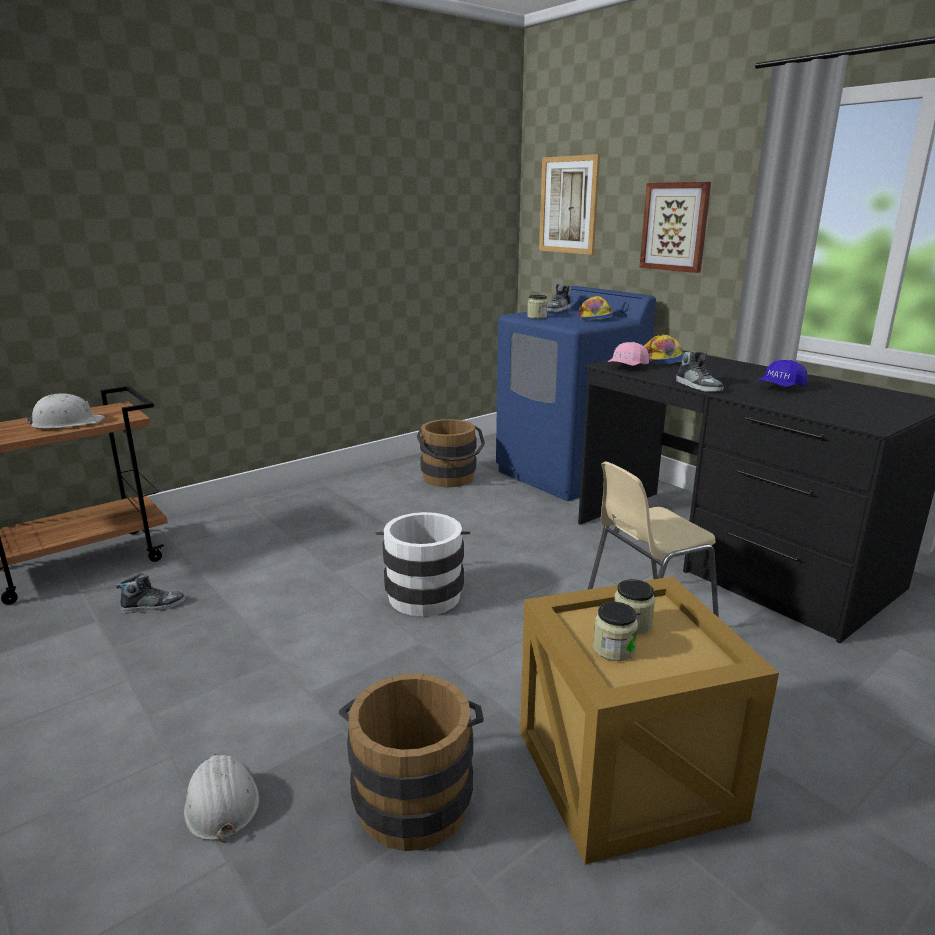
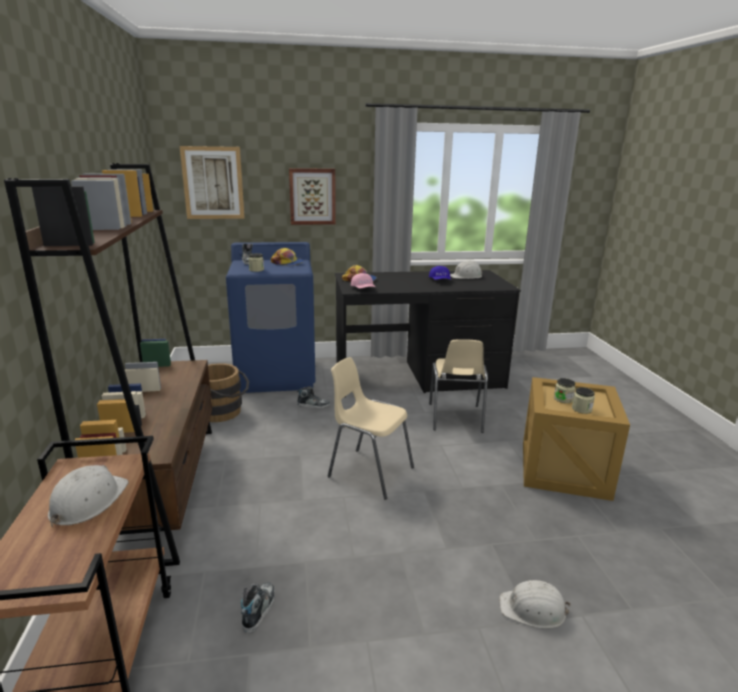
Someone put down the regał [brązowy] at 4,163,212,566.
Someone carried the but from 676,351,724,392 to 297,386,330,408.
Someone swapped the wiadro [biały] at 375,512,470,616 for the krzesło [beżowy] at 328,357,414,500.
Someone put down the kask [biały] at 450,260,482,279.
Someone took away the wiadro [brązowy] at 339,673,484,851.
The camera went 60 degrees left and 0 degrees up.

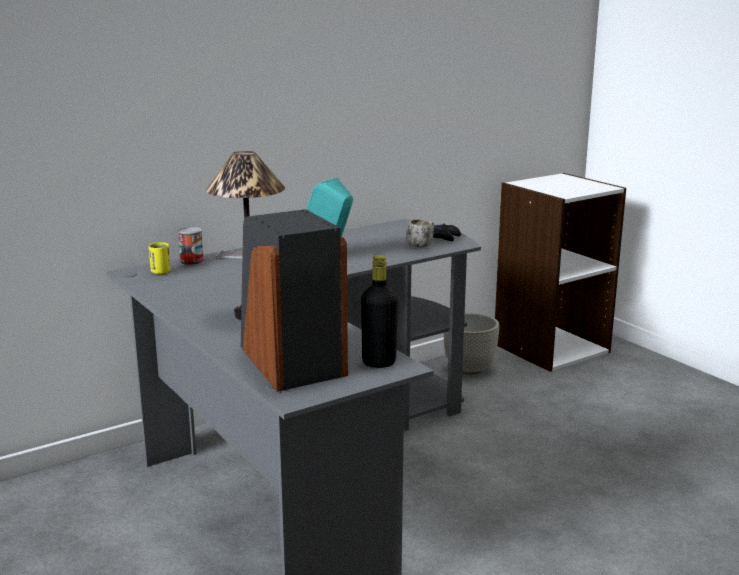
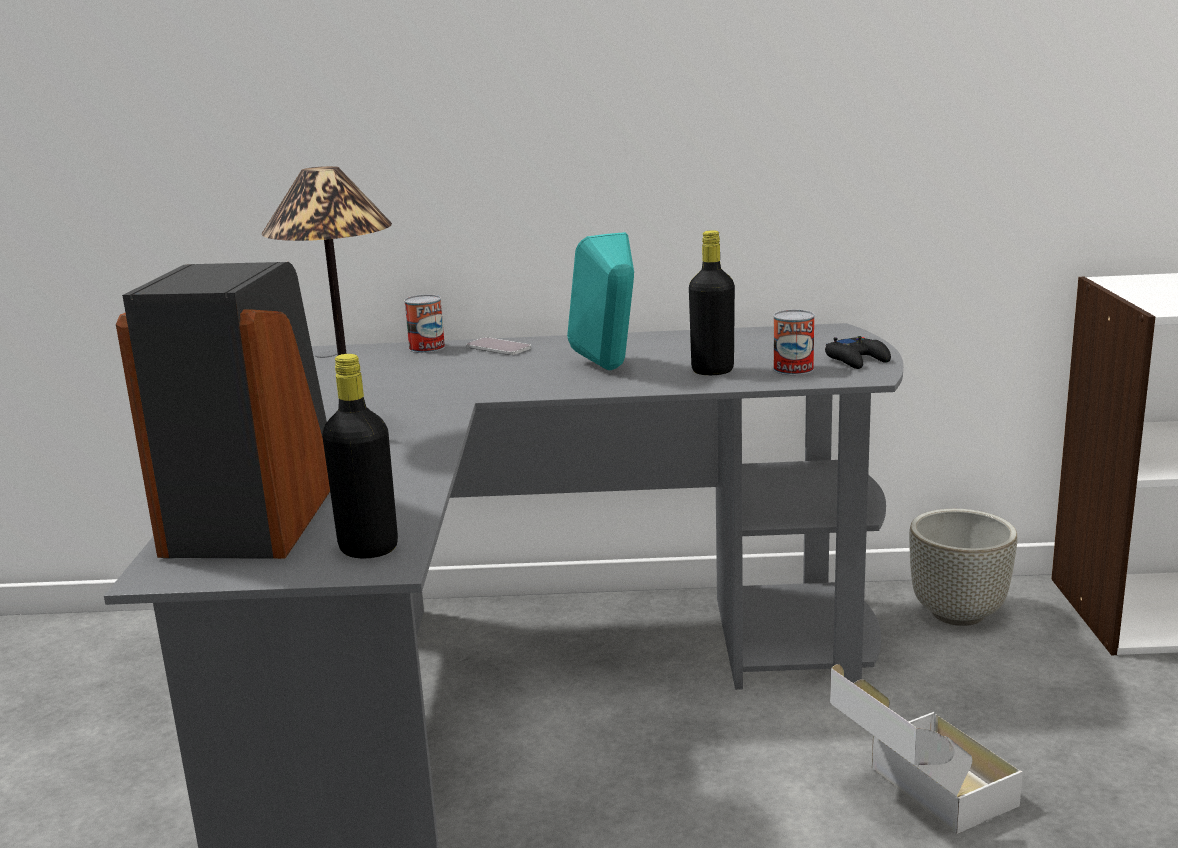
Someone put down the butelka [czarny] at 689,230,735,375.
Someone swapped the kubek [biały] at 406,219,435,248 for the puszka at 773,310,815,375.
Someone put down the karton at 830,664,1023,834.
Someone took away the filiżanka [żółty] at 149,242,171,275.
The camera went 35 degrees right and 0 degrees up.

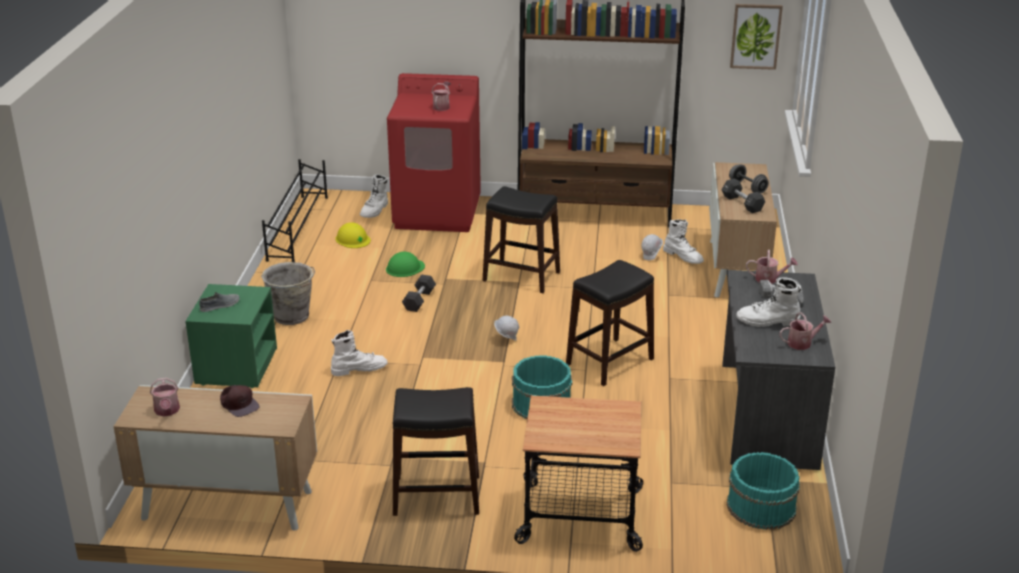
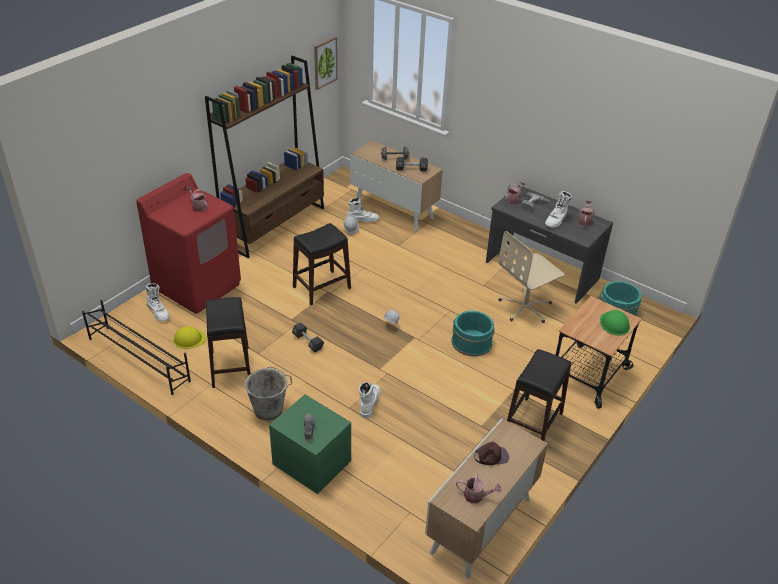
Someone carried the stołek [czarny] from 566,260,654,386 to 206,297,251,388.
Someone put down the krzesło biurowe [beżowy] at 498,231,565,323.
Someone carried the kask [zielony] from 386,252,425,277 to 600,310,630,336.
The camera went 60 degrees left and 10 degrees up.

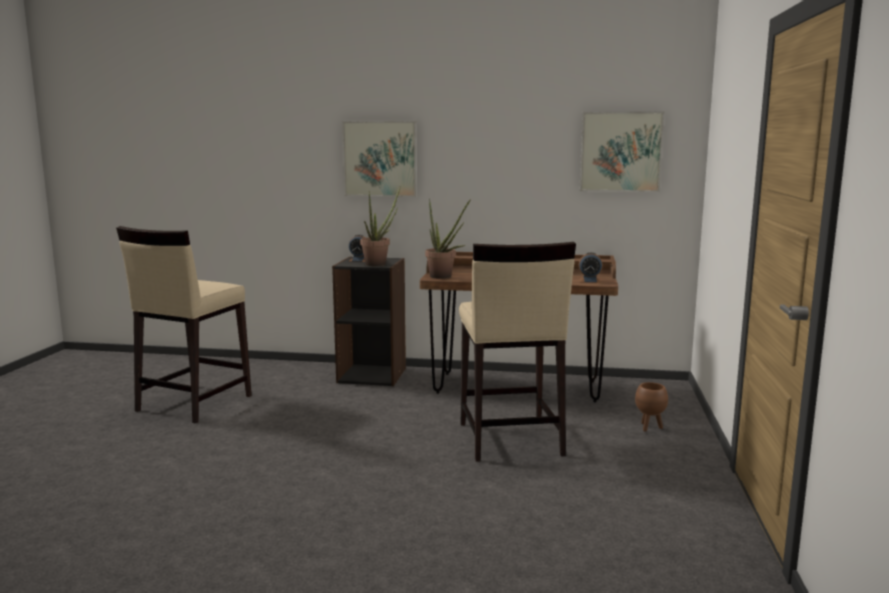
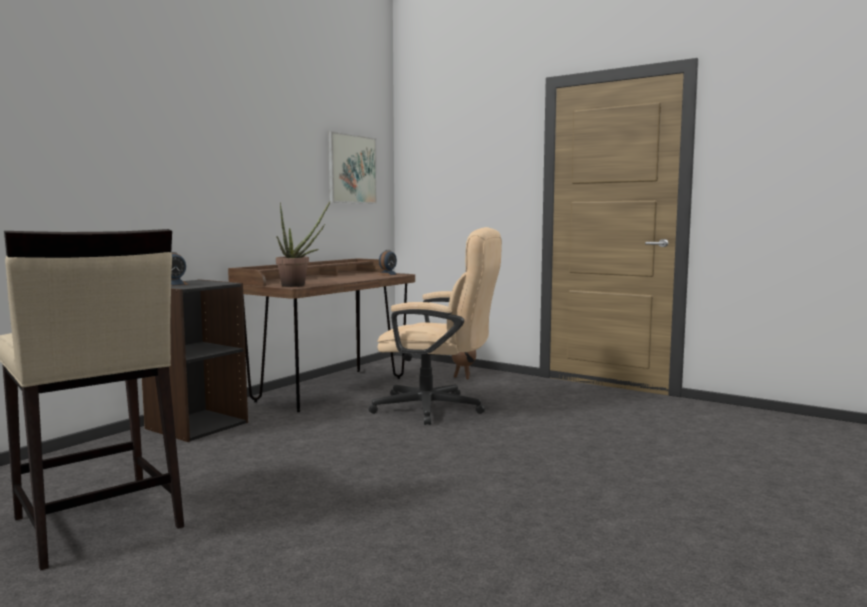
Someone swapped the stołek [beżowy] at 459,242,576,462 for the krzesło biurowe [beżowy] at 368,227,502,425.
Someone took away the obraz at 342,121,417,197.
Someone took away the roślina doniczkowa at 360,187,400,266.
The camera went 65 degrees left and 5 degrees down.

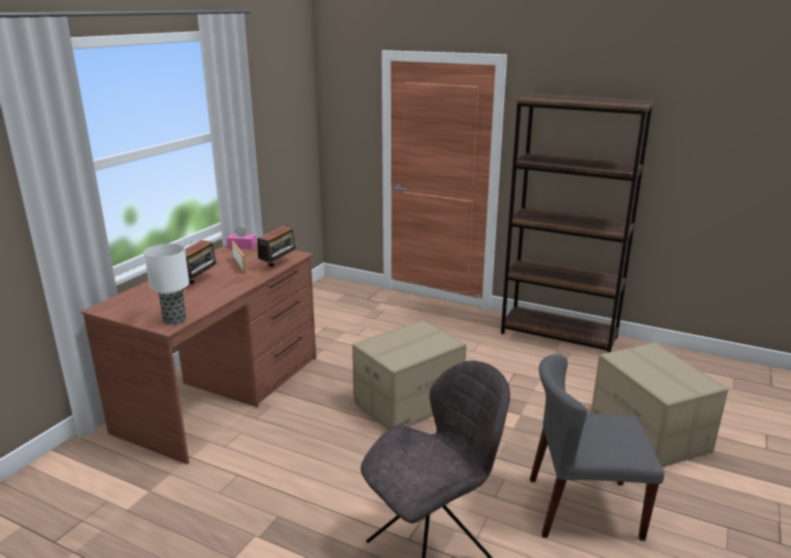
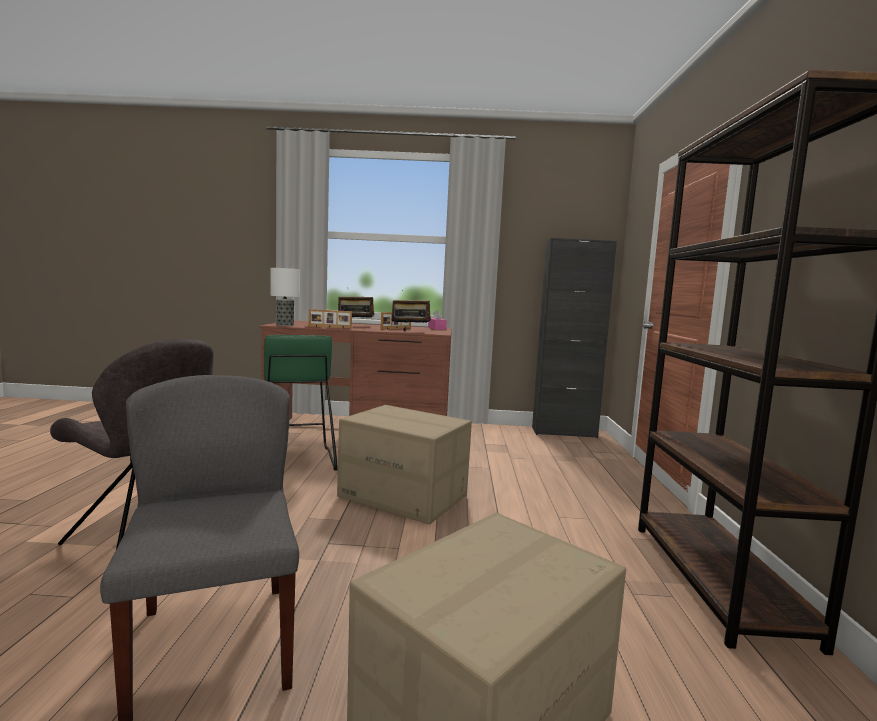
Someone put down the stołek [zielony] at 264,335,337,471.
Someone put down the ramka na zdjęcie at 308,309,352,329.
Someone put down the szafka [czarny] at 532,238,617,438.
The camera went 65 degrees right and 15 degrees down.

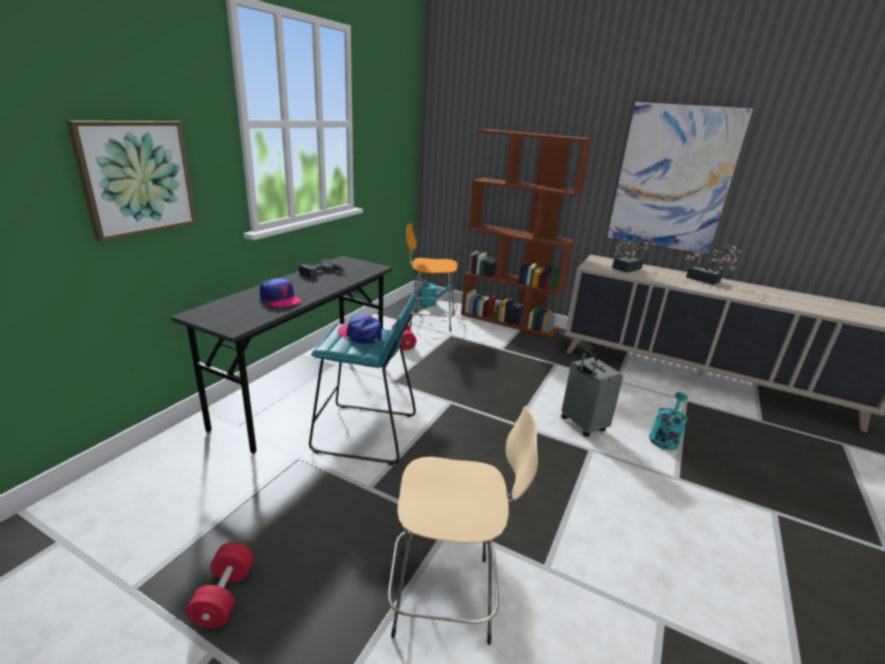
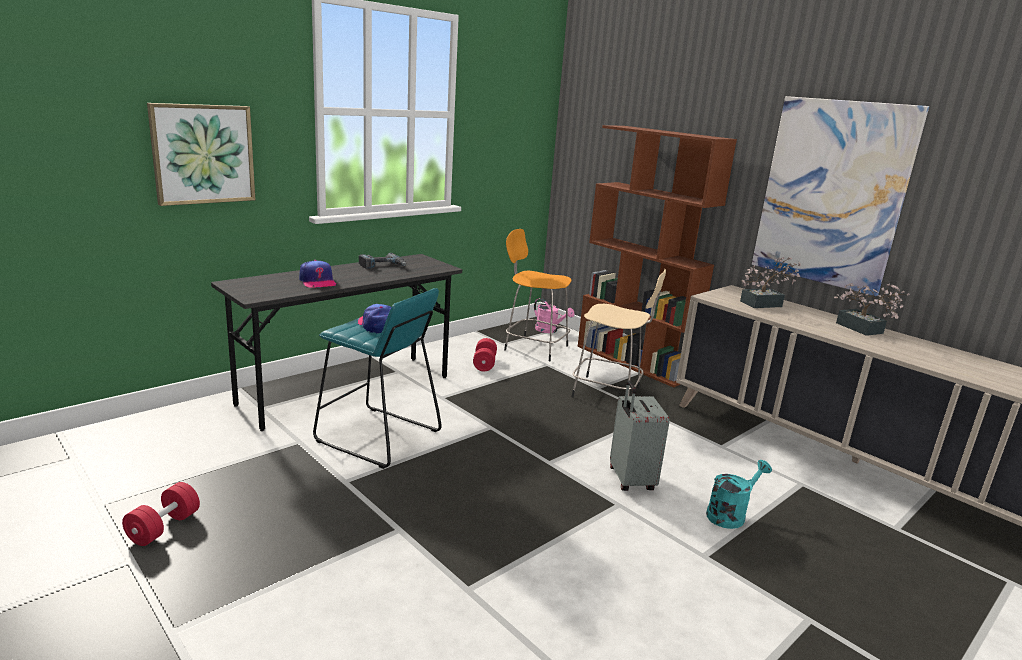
Someone repainted the konewka [turkusowy] at 415,279,452,307, which became the konewka [różowy] at 534,298,574,333.
Someone carried the stołek [beżowy] from 388,406,538,645 to 571,269,666,397.
The camera went 20 degrees right and 5 degrees down.

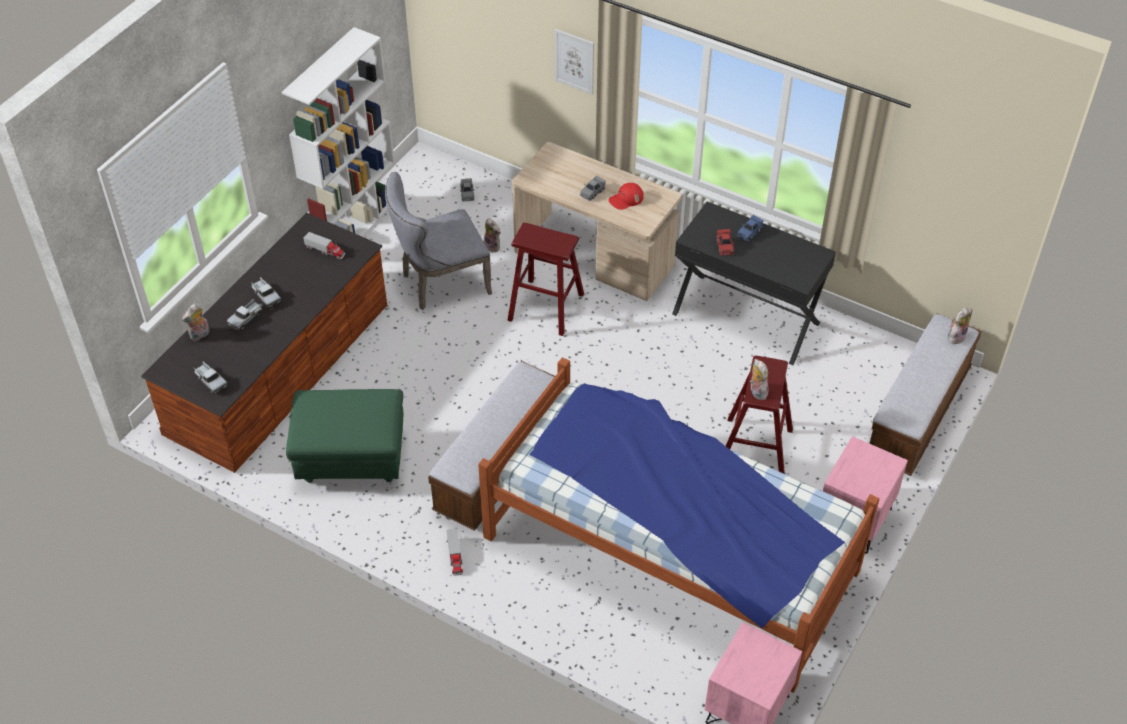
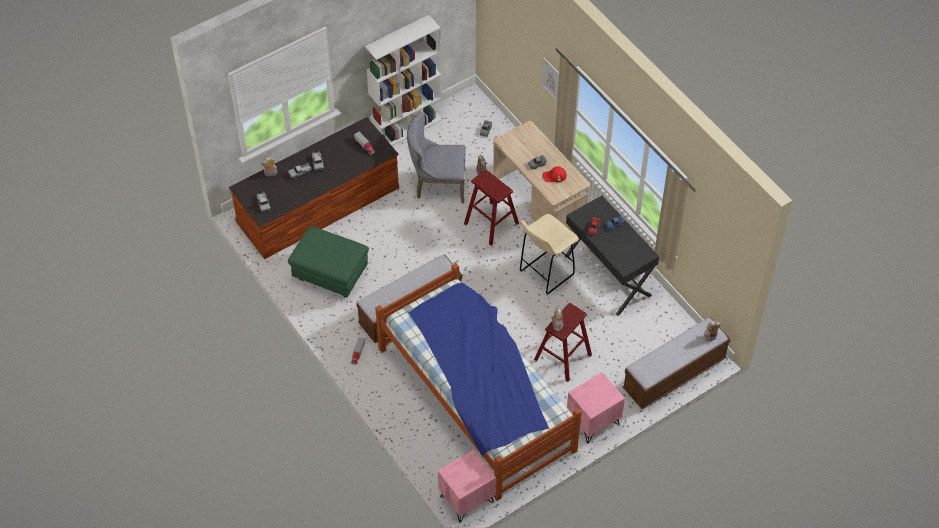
Someone put down the stołek [beżowy] at 520,214,579,295.
The camera went 25 degrees right and 5 degrees up.

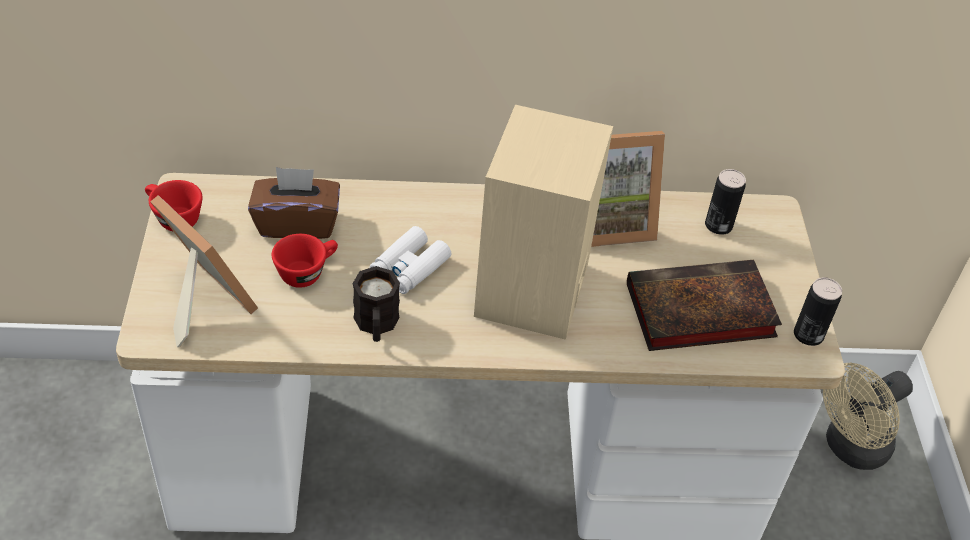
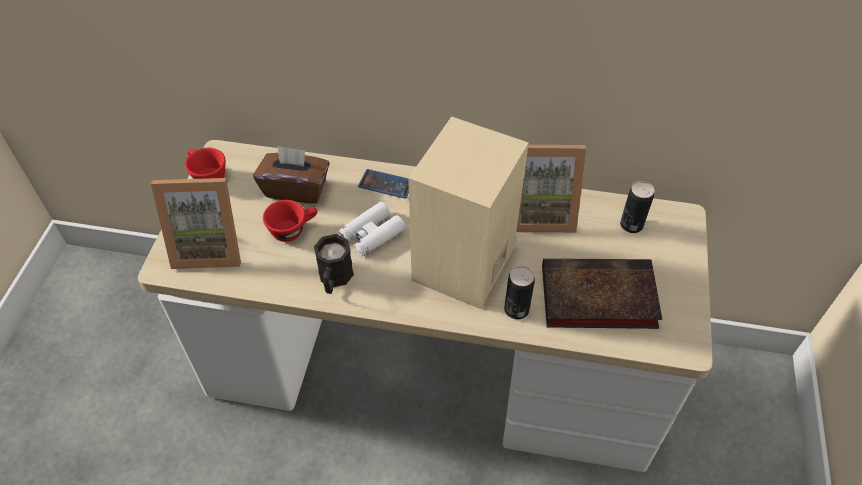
Someone rotated the ramka na zdjęcie at 151,195,258,347 by 120 degrees clockwise.
Someone put down the telefon at 358,169,409,199.
Someone carried the puszka from 794,277,842,346 to 504,266,535,319.
Someone took away the wentylator [beżowy] at 823,363,913,470.
The camera went 15 degrees right and 5 degrees up.

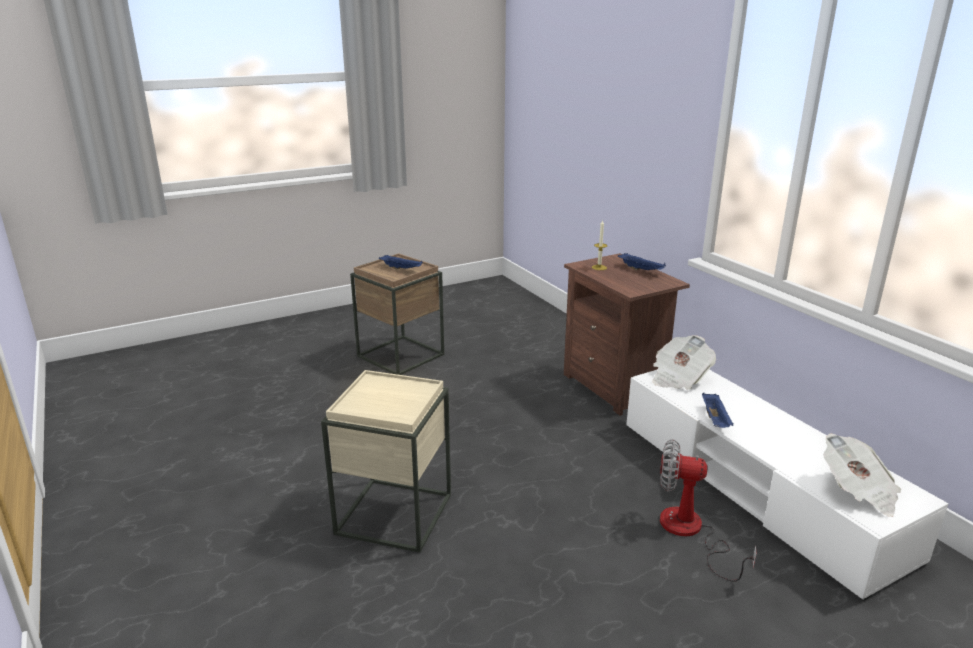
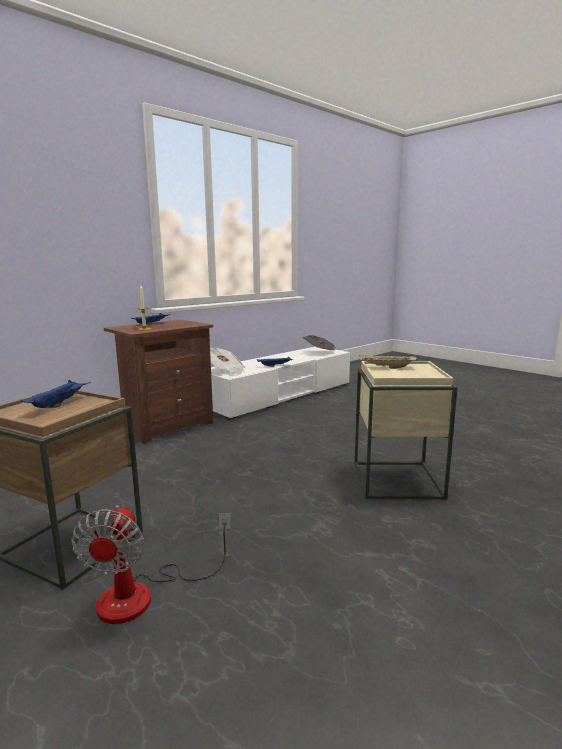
Someone carried the wentylator from 660,439,757,582 to 71,505,231,624.
Someone put down the taca [beżowy] at 359,355,418,369.
The camera went 105 degrees left and 10 degrees down.

